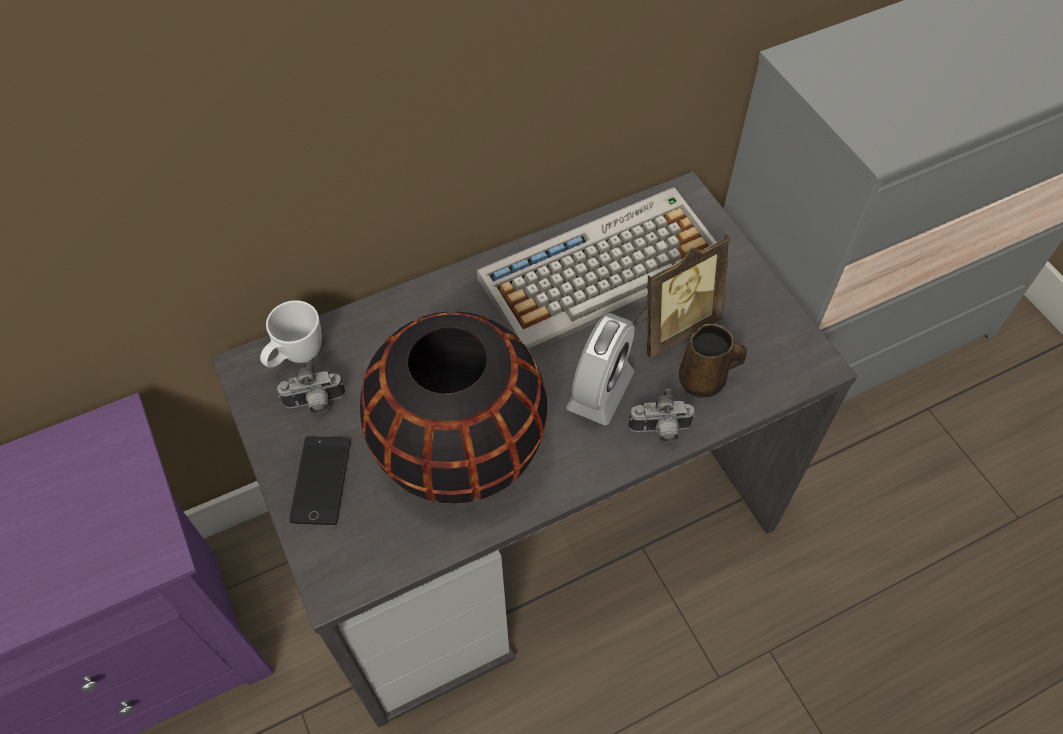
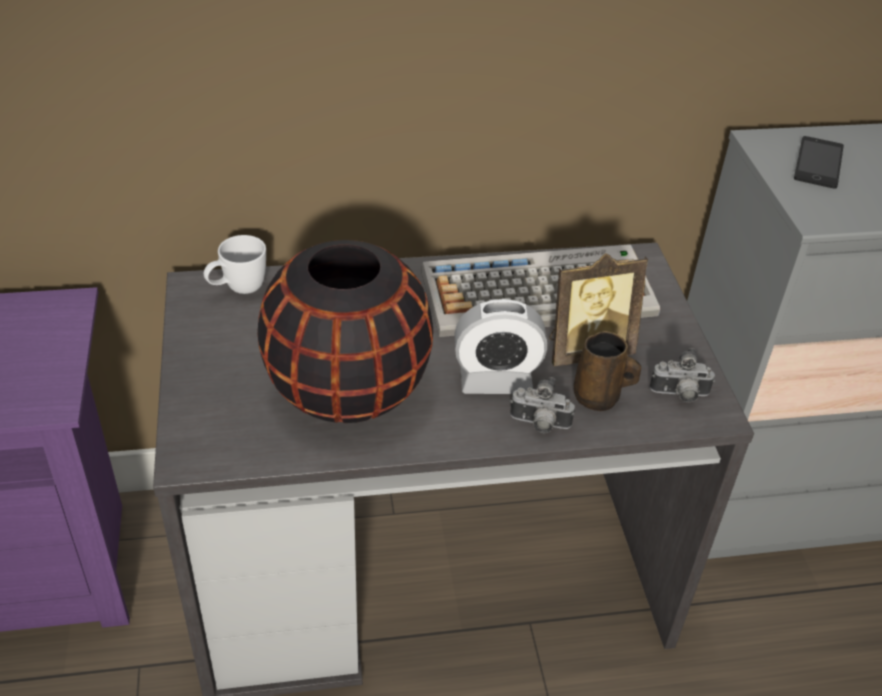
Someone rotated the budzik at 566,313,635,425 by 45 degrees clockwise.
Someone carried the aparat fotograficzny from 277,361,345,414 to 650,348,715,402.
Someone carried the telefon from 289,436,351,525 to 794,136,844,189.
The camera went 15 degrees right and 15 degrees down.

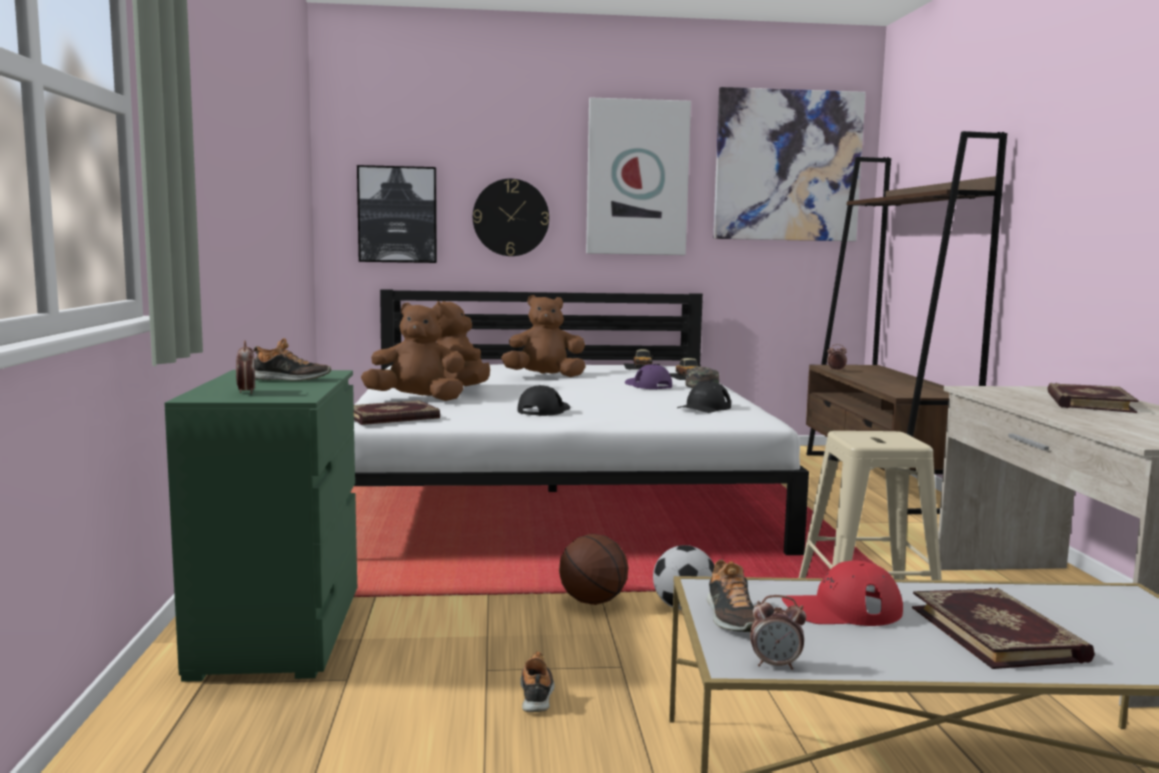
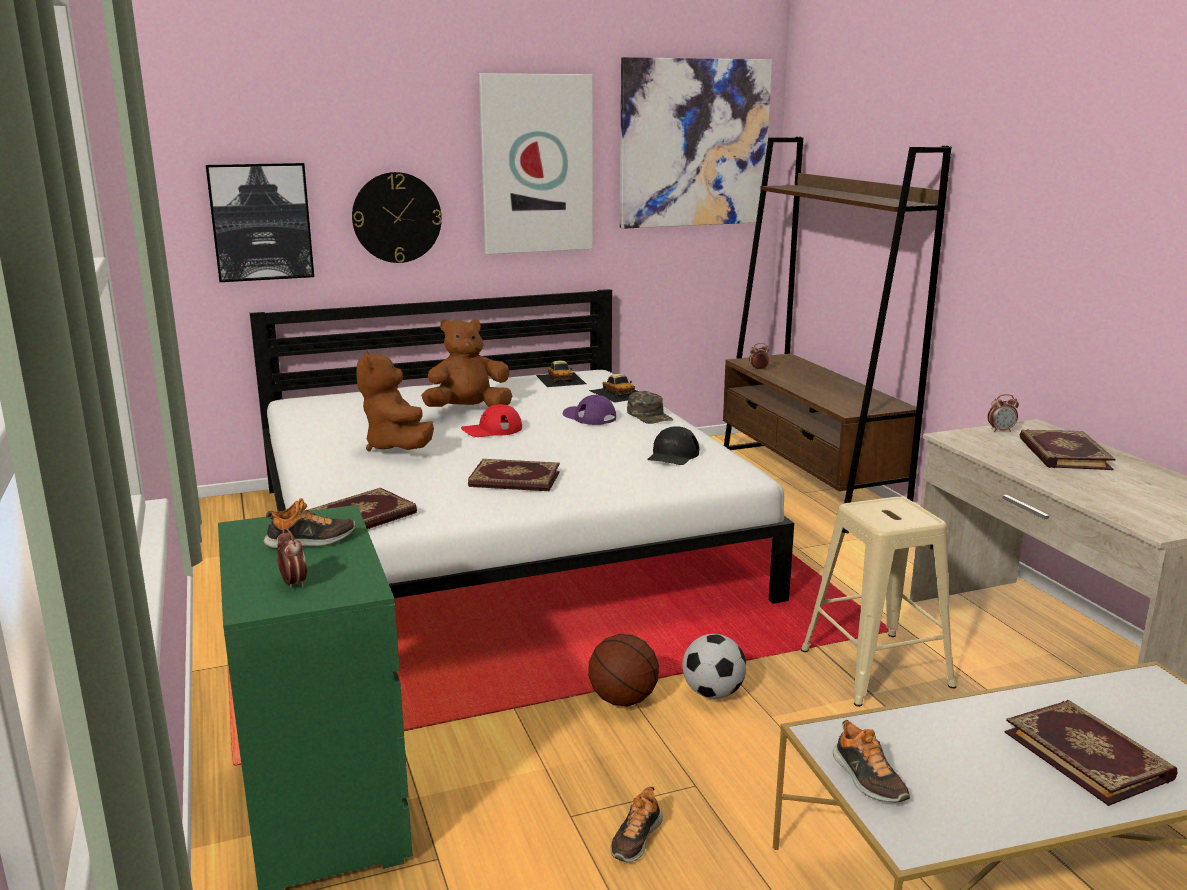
Someone carried the czapka z daszkiem [czerwony] from 782,561,903,626 to 461,404,522,437.
Someone swapped the czapka z daszkiem [czarny] at 518,385,570,416 for the książka at 468,459,560,491.
Someone rotated the but at 520,652,555,712 by 135 degrees counterclockwise.
Someone carried the budzik from 750,595,806,670 to 988,394,1019,432.
Someone took away the pluszak [brązowy] at 361,302,465,401.
The camera went 15 degrees left and 10 degrees up.

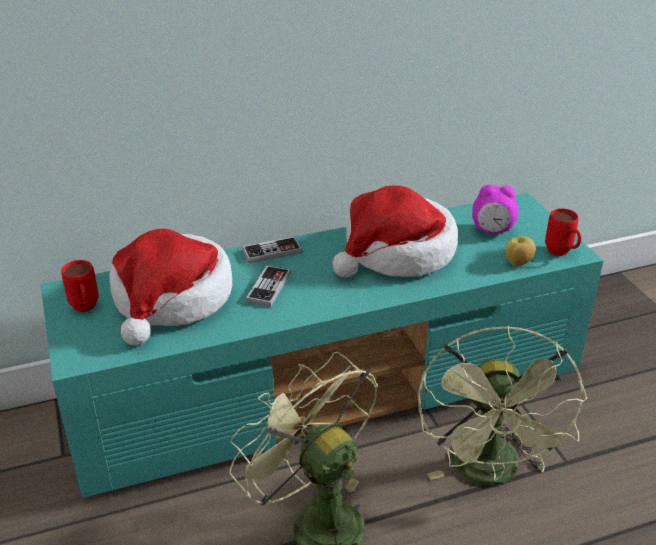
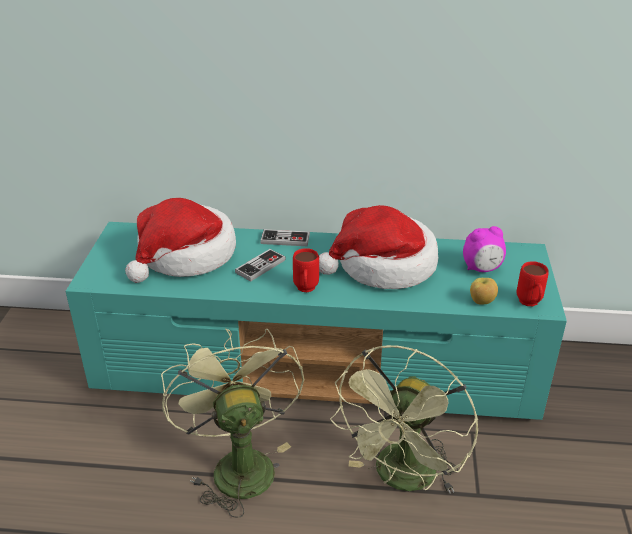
Someone carried the kubek [czerwony] from 61,260,99,312 to 293,248,319,292.
Someone rotated the budzik at 472,185,518,234 by 45 degrees counterclockwise.
The camera went 25 degrees right and 0 degrees up.

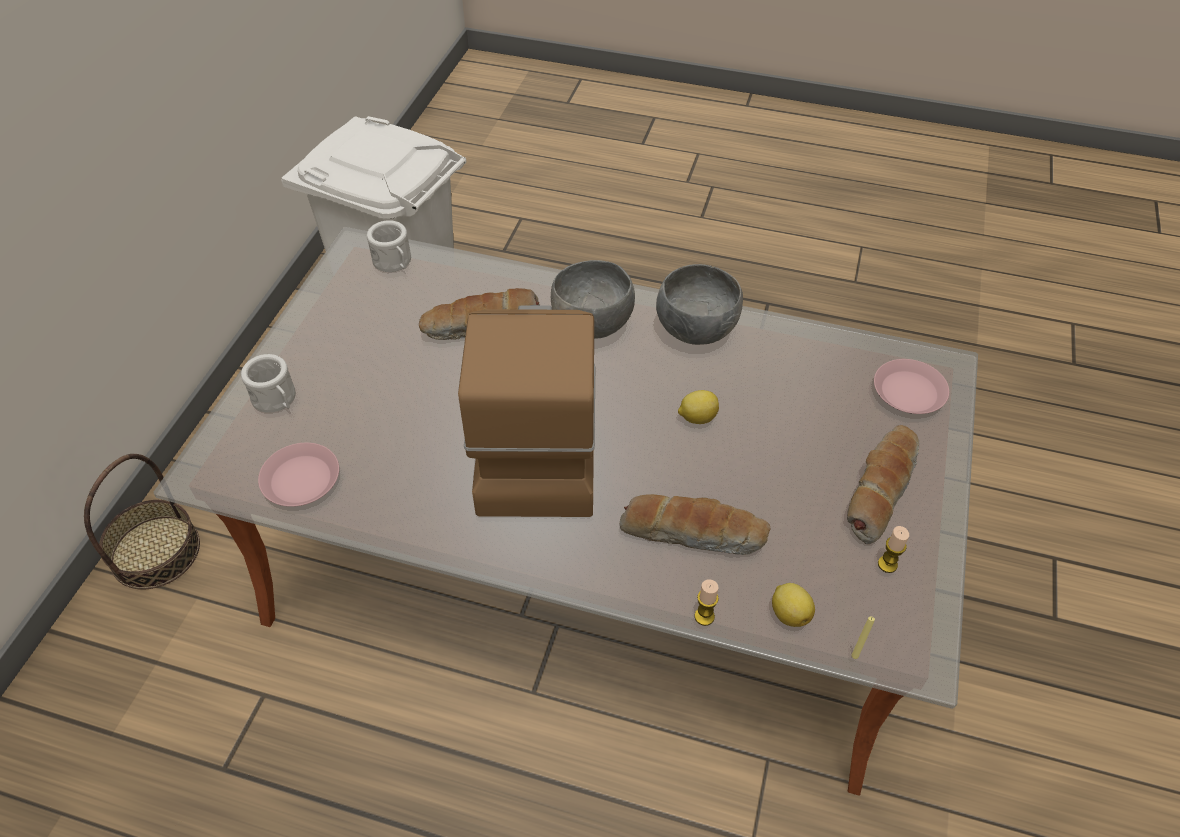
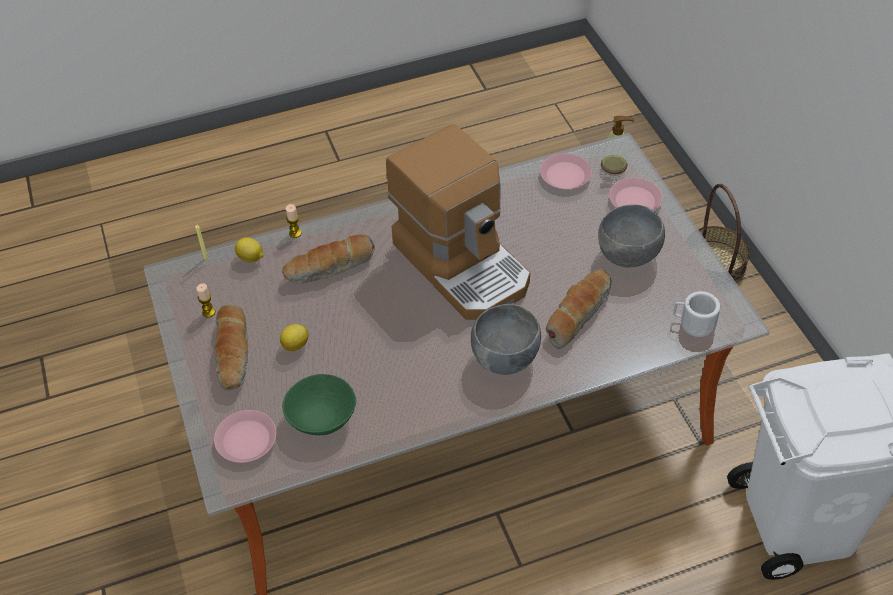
Someone carried the cytryna from 678,390,719,424 to 280,324,308,351.
Someone put down the miska [zielony] at 282,374,356,435.
Someone carried the miska [szary] from 656,264,743,345 to 598,205,665,268.
Someone put down the dozownik mydła at 601,116,634,174.
Someone swapped the kubek [biały] at 241,354,296,413 for the talerz [różowy] at 609,178,663,211.
The camera went 145 degrees right and 0 degrees up.

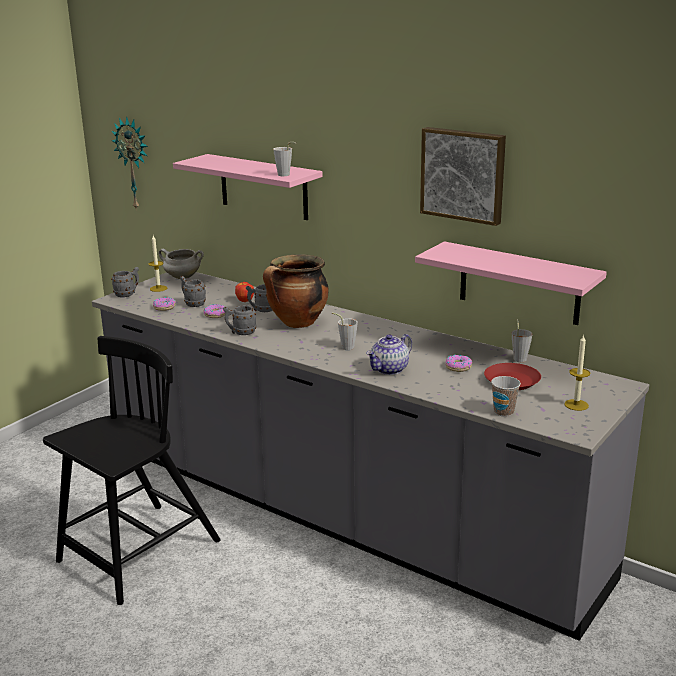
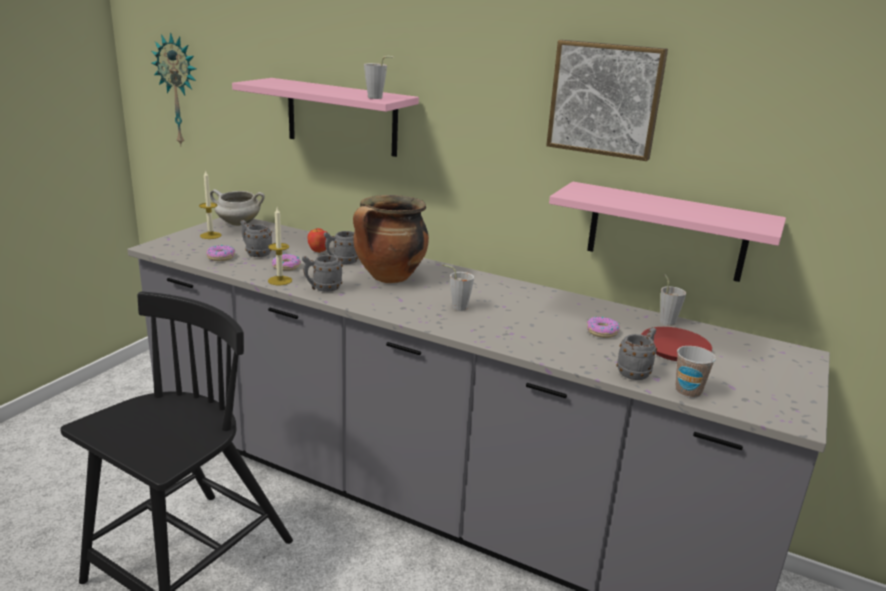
Someone carried the świeca from 564,334,590,411 to 268,207,292,285.
Someone carried the kubek [szary] from 111,267,139,297 to 617,327,657,380.
Someone took away the imbryk at 366,334,412,375.
The camera went 10 degrees left and 0 degrees up.

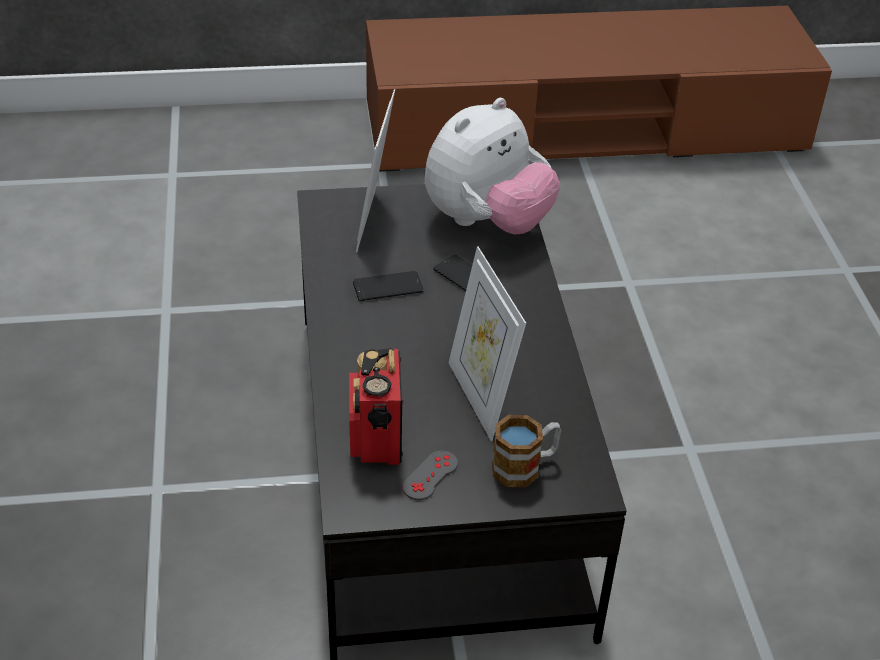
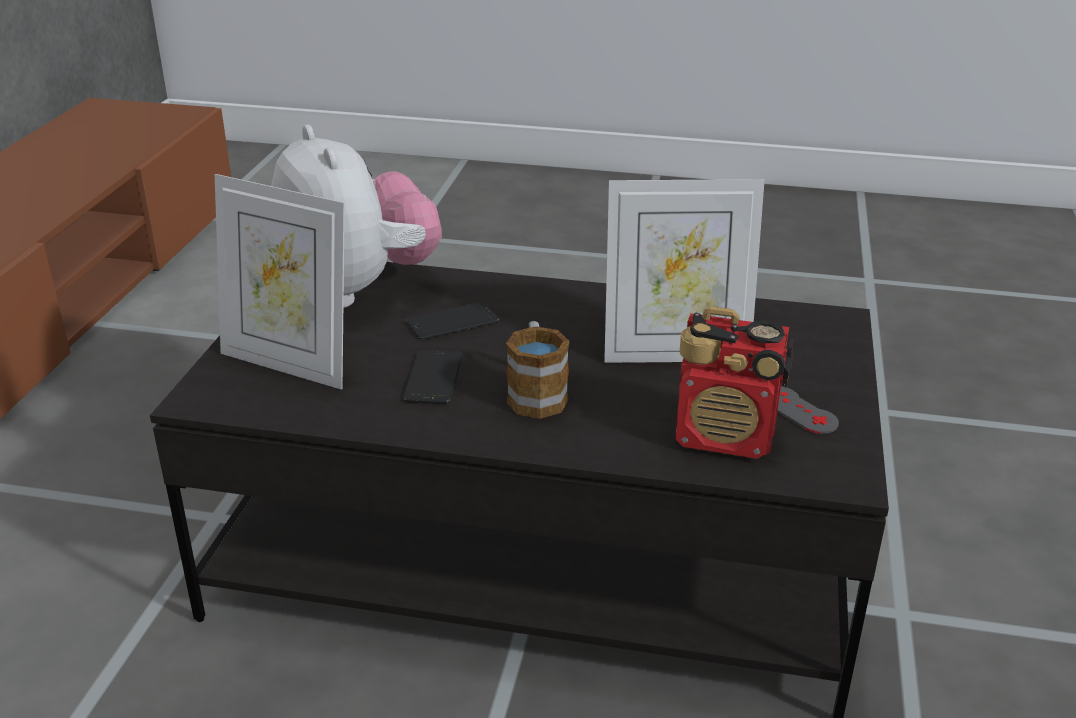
Someone carried the kubek from 492,415,561,487 to 506,321,570,419.
The camera went 70 degrees left and 10 degrees down.

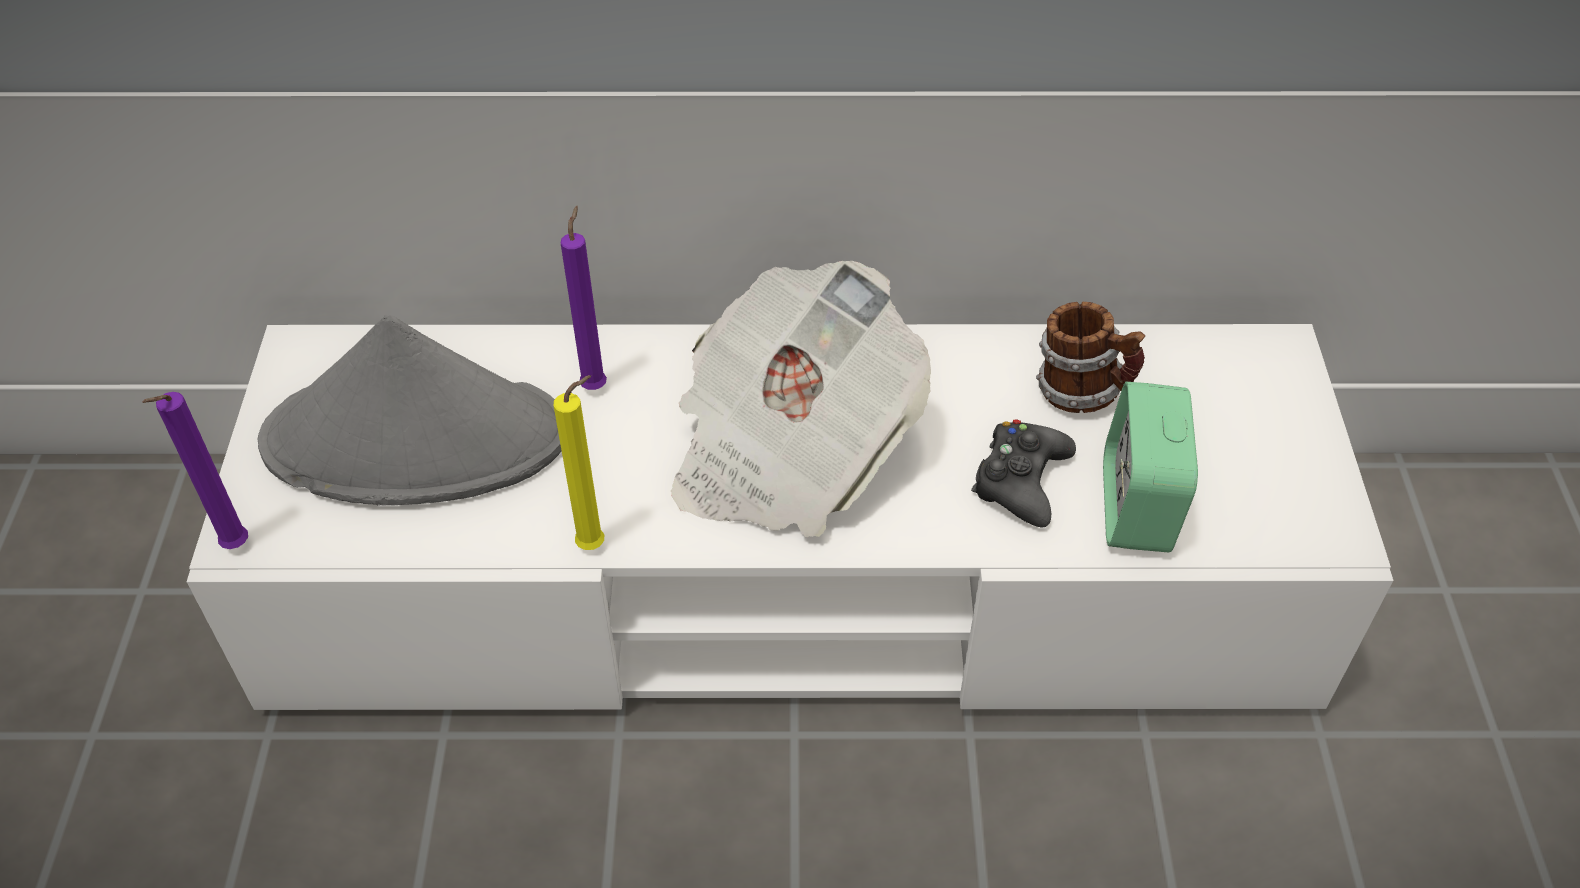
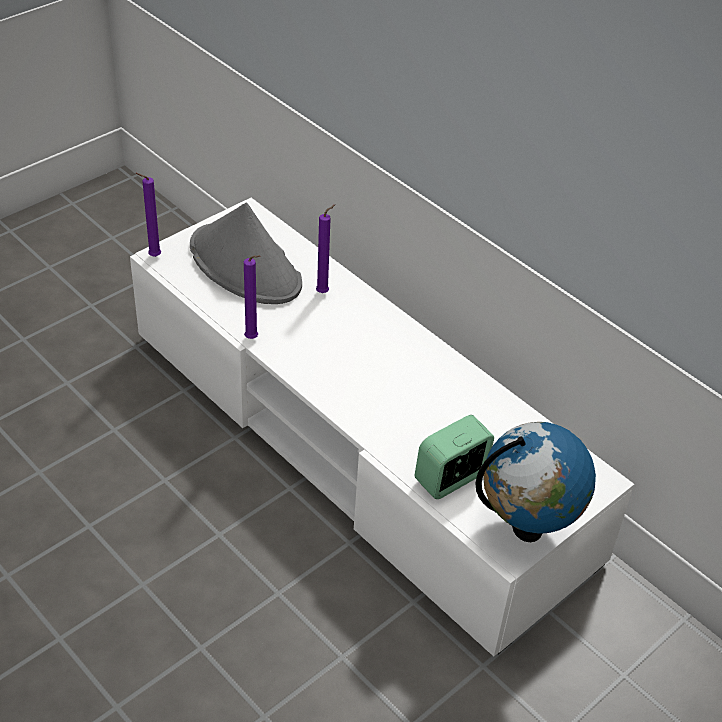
Someone repainted the świeca [żółty] at 554,375,604,550, which became the świeca [fioletowy] at 244,255,260,339.
Someone put down the globus at 475,422,596,542.
Someone took away the gazeta at 671,261,931,537.
Someone took away the pad do gier [czarny] at 971,420,1076,527.
Someone took away the kubek at 1036,302,1145,413.
The camera went 45 degrees right and 5 degrees down.

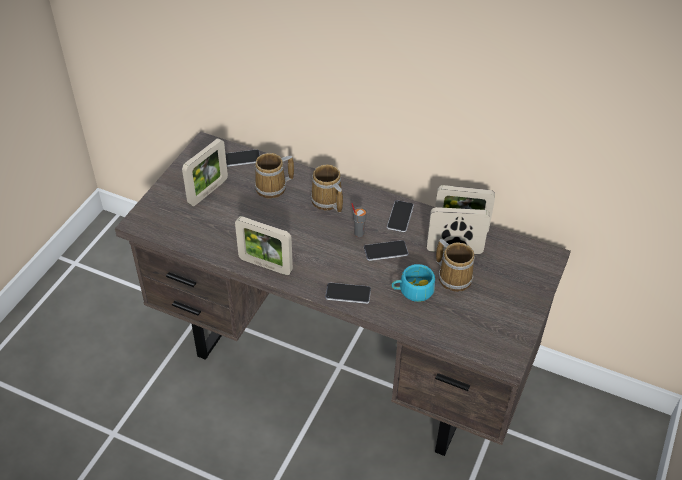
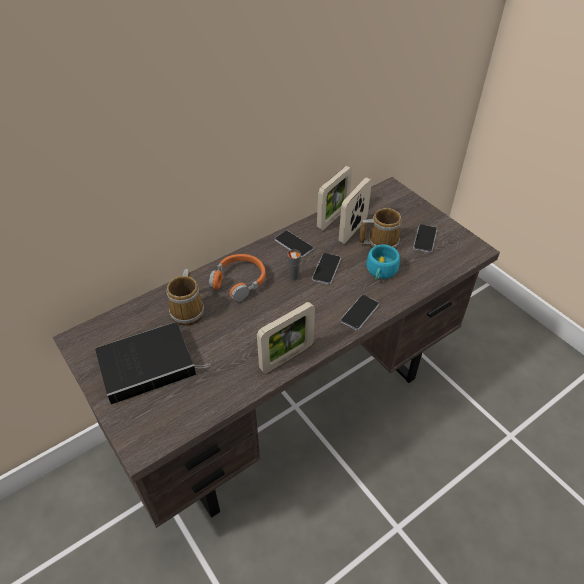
Someone swapped the ramka na zdjęcie at 182,138,228,206 for the książka at 95,322,210,405.
Someone swapped the kubek at 311,164,343,213 for the słuchawki [pomarańczowy] at 209,254,266,302.
Someone carried the telefon from 225,150,260,167 to 413,224,437,253.
The camera went 60 degrees left and 0 degrees up.

